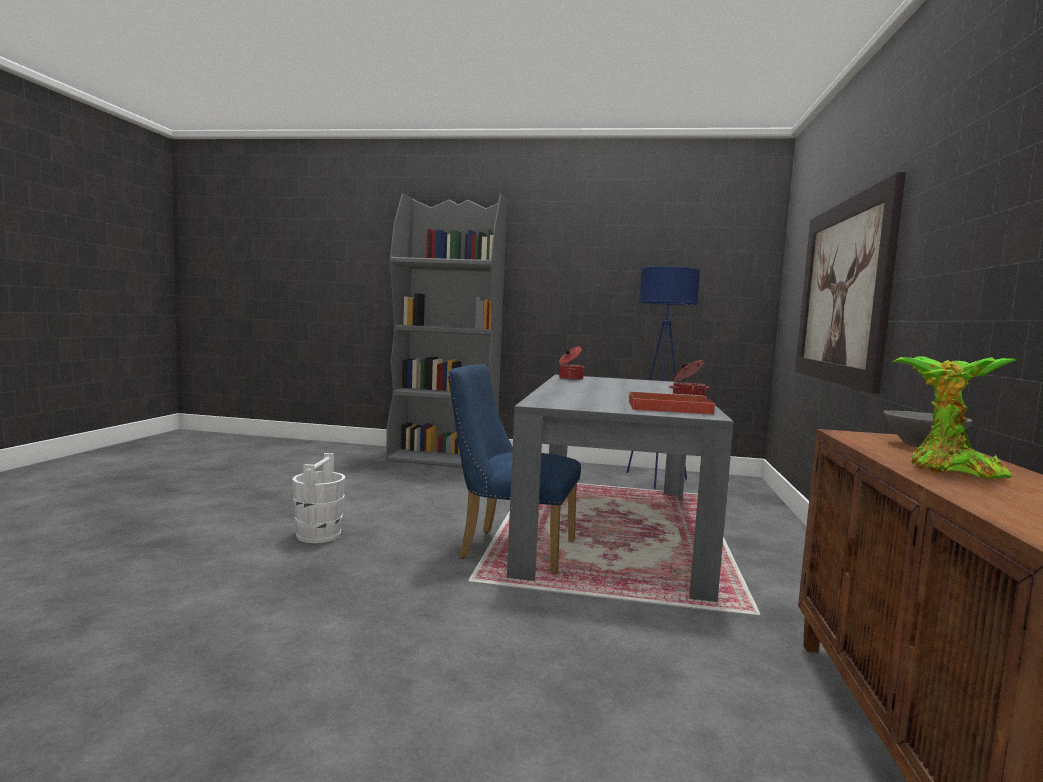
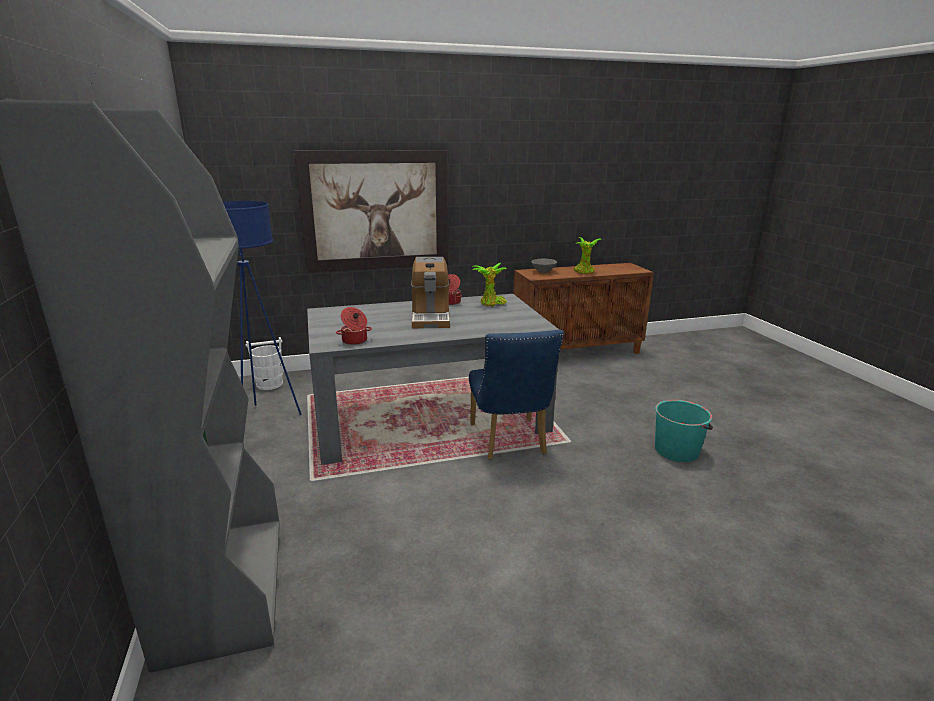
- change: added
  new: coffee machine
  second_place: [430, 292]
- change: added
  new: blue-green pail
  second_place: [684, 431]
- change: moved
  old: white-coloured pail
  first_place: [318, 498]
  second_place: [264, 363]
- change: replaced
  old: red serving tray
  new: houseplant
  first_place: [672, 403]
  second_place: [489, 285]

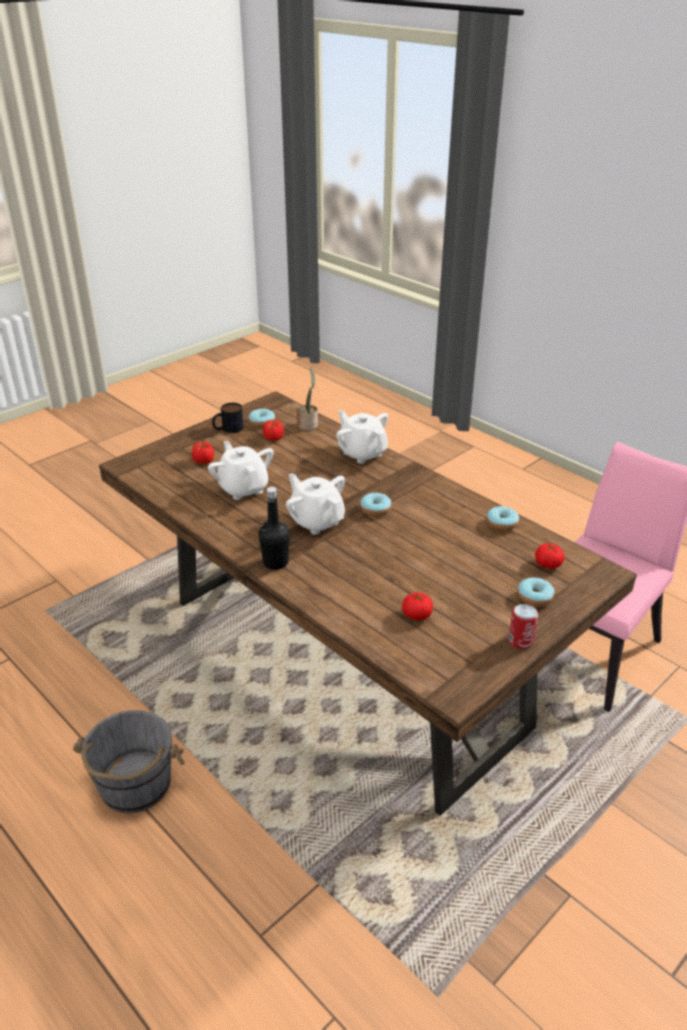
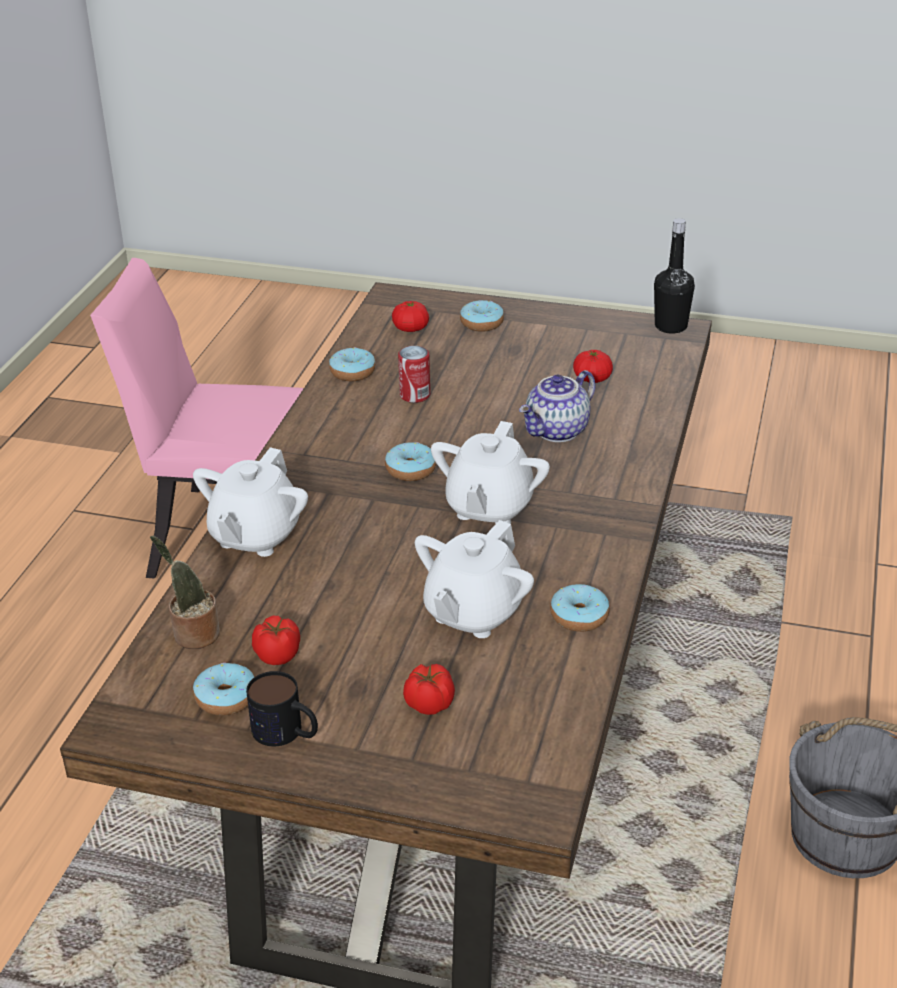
- change: added
  new: tea pot
  second_place: [557, 406]
- change: added
  new: ring doughnut
  second_place: [579, 608]
- change: moved
  old: black-coloured beverage bottle
  first_place: [274, 528]
  second_place: [674, 276]
- change: moved
  old: metal can
  first_place: [523, 626]
  second_place: [414, 374]

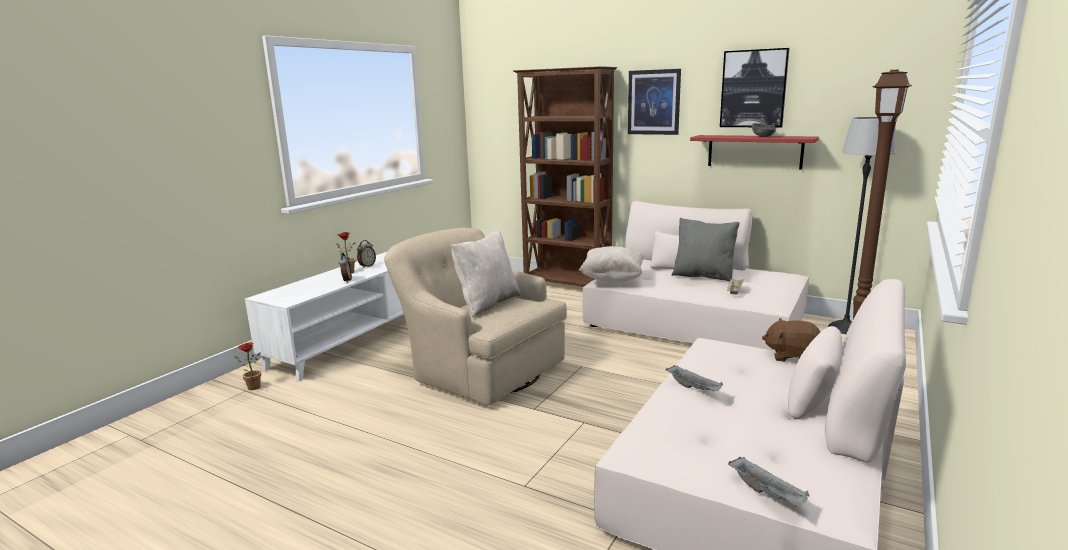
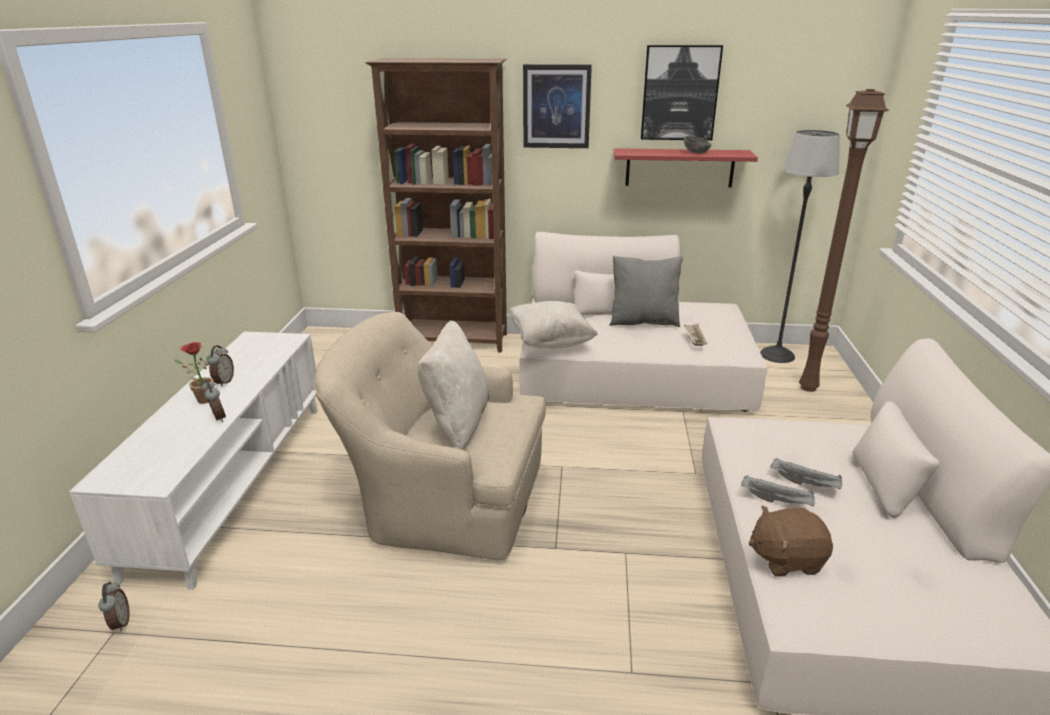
- change: moved
  old: gray serving tray
  first_place: [769, 481]
  second_place: [806, 473]
- change: moved
  old: brown cuddly toy
  first_place: [791, 340]
  second_place: [791, 541]
- change: replaced
  old: houseplant
  new: bedside clock
  first_place: [247, 366]
  second_place: [114, 606]

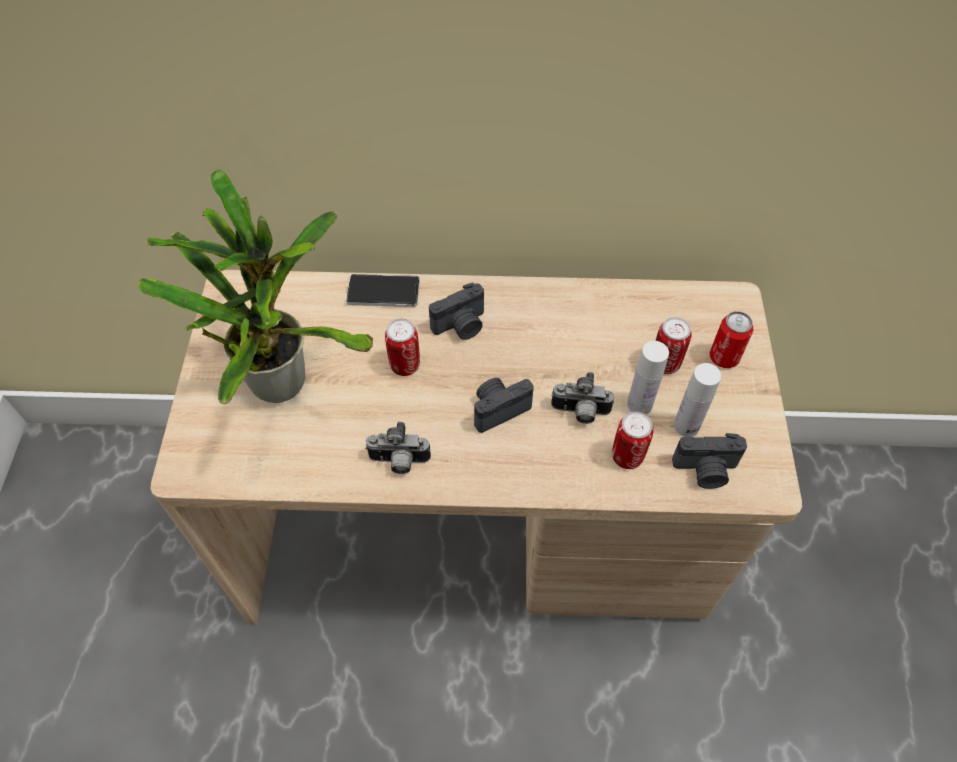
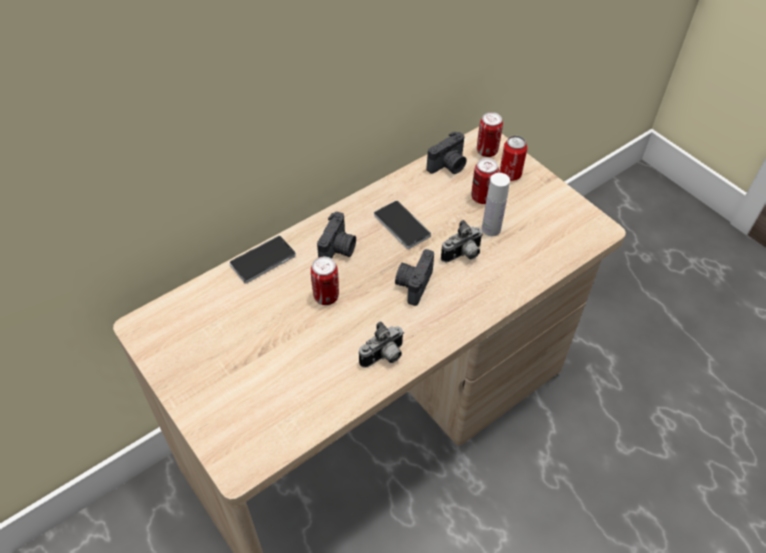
- change: removed
  old: houseplant
  first_place: [255, 286]
- change: removed
  old: white-coloured beverage bottle
  first_place: [697, 400]
- change: added
  new: handset
  second_place: [402, 224]
- change: moved
  old: metal can
  first_place: [633, 440]
  second_place: [490, 134]
- change: moved
  old: photo camera
  first_place: [709, 461]
  second_place: [447, 153]

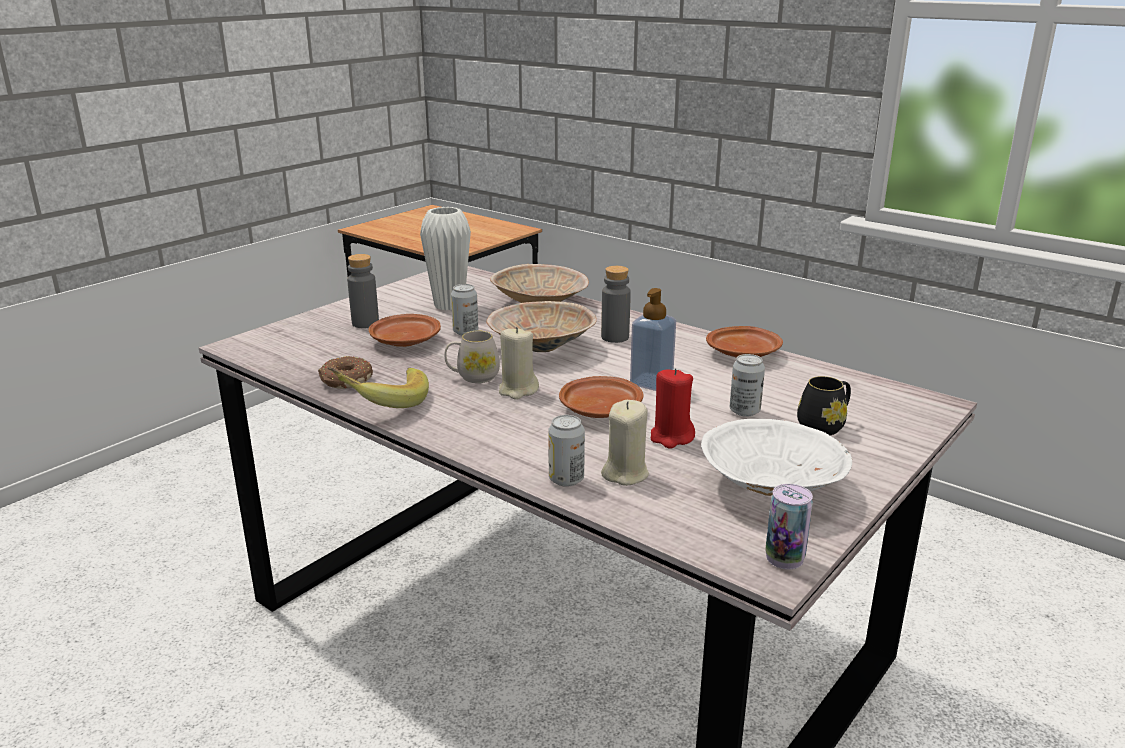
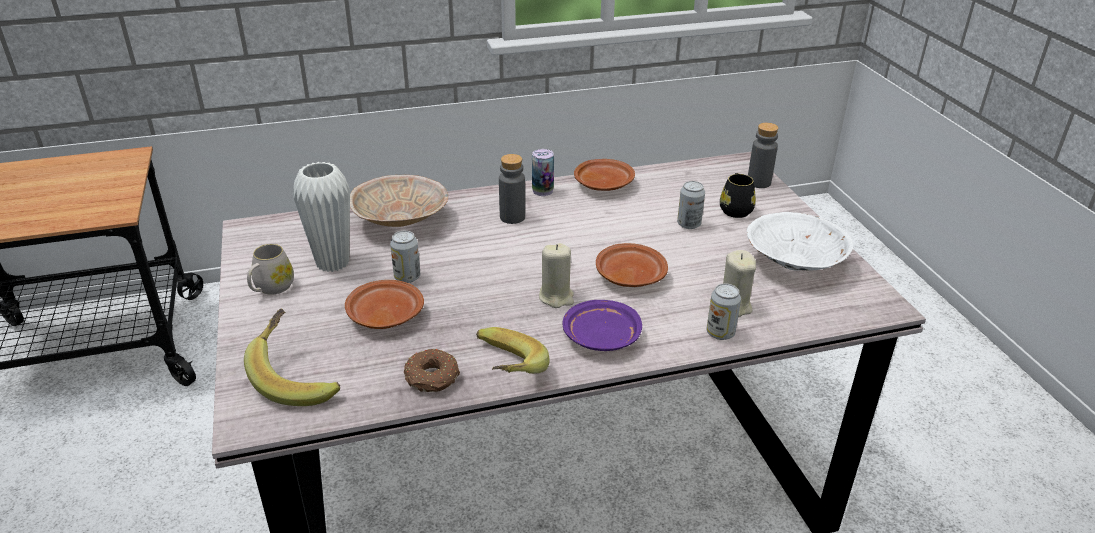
- change: removed
  old: beige-coloured deep dish
  first_place: [541, 326]
- change: removed
  old: soap bottle
  first_place: [653, 339]
- change: removed
  old: red wax candle
  first_place: [673, 408]
- change: added
  new: banana
  second_place: [292, 357]
- change: added
  new: purple-coloured flat dish
  second_place: [602, 325]
- change: moved
  old: gray beverage bottle
  first_place: [363, 291]
  second_place: [763, 155]
- change: moved
  old: white-coloured mug
  first_place: [472, 357]
  second_place: [270, 269]
- change: moved
  old: metal can
  first_place: [789, 526]
  second_place: [543, 172]

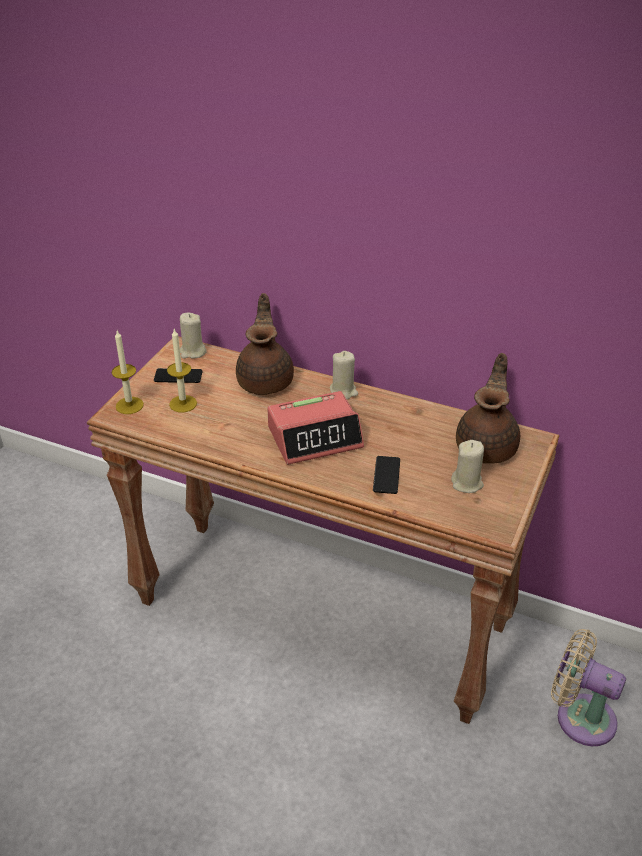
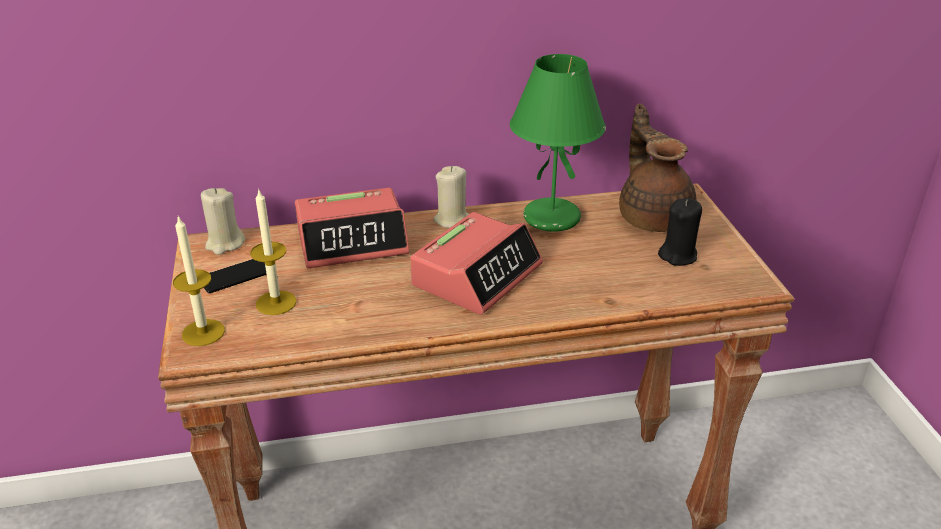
- change: removed
  old: handset
  first_place: [386, 475]
- change: removed
  old: beige-coloured electric fan
  first_place: [588, 687]
- change: added
  new: green-coloured lamp for a table
  second_place: [558, 143]
- change: replaced
  old: brown tea pot
  new: bedside clock
  first_place: [265, 344]
  second_place: [352, 228]
- change: recoloured
  old: beige-coloured wax candle
  new: black-coloured wax candle
  first_place: [467, 466]
  second_place: [680, 232]

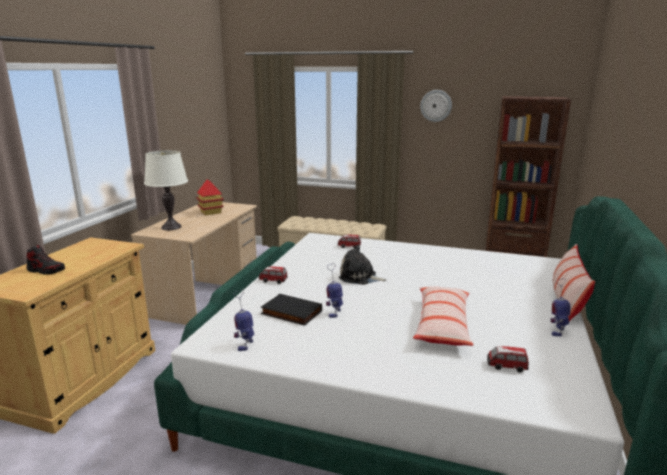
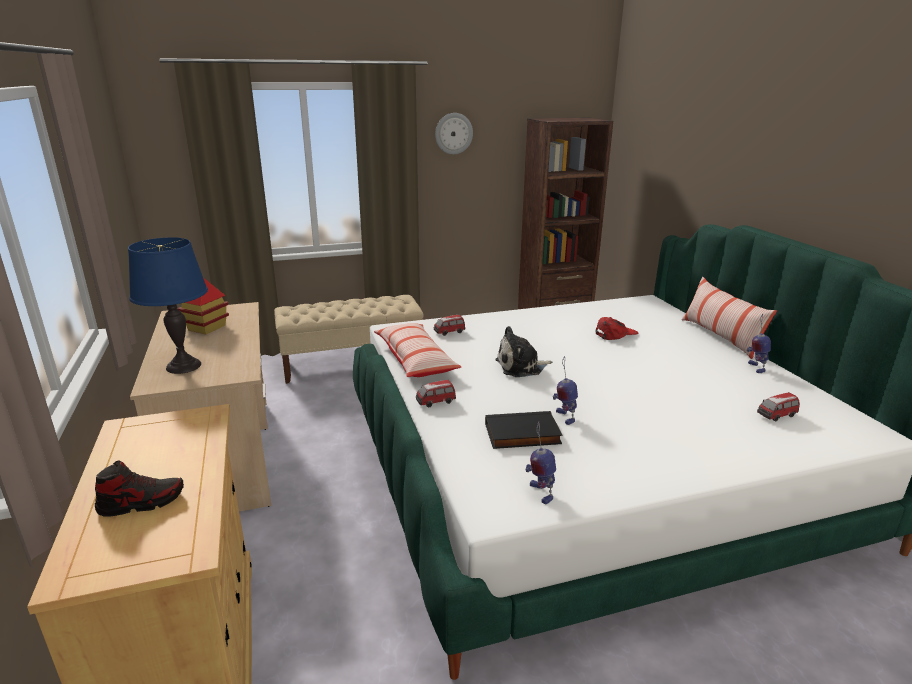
- change: added
  new: red peaked cap
  second_place: [616, 328]
- change: moved
  old: pillow
  first_place: [443, 316]
  second_place: [417, 350]
- change: recoloured
  old: white-coloured lamp for a table
  new: bluish lamp for a table
  first_place: [166, 190]
  second_place: [168, 305]

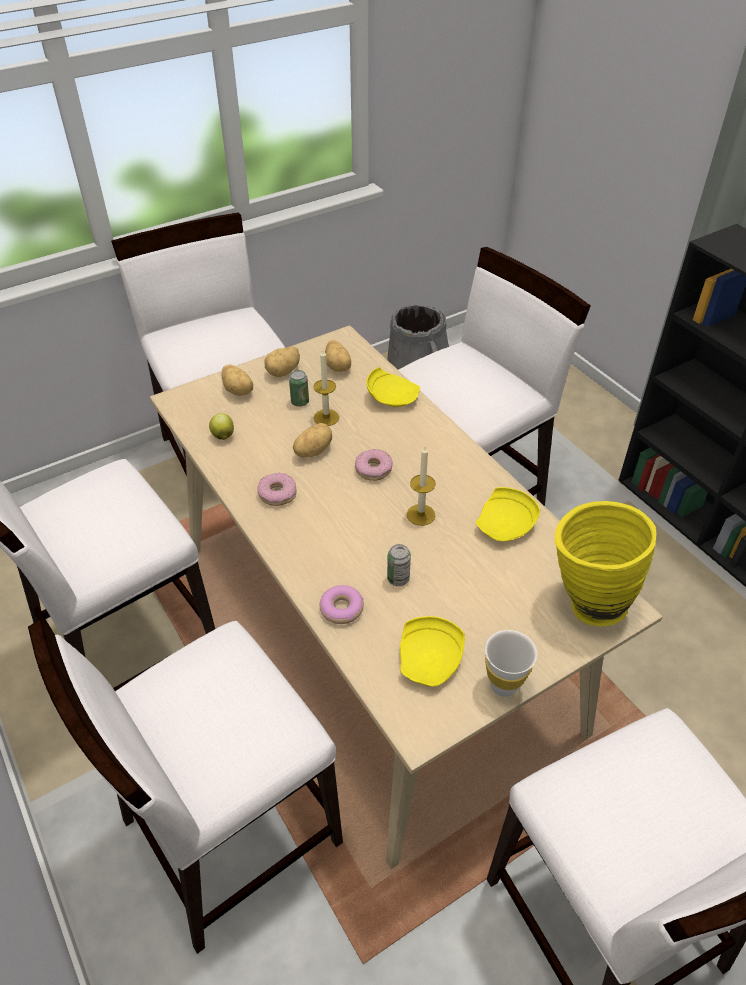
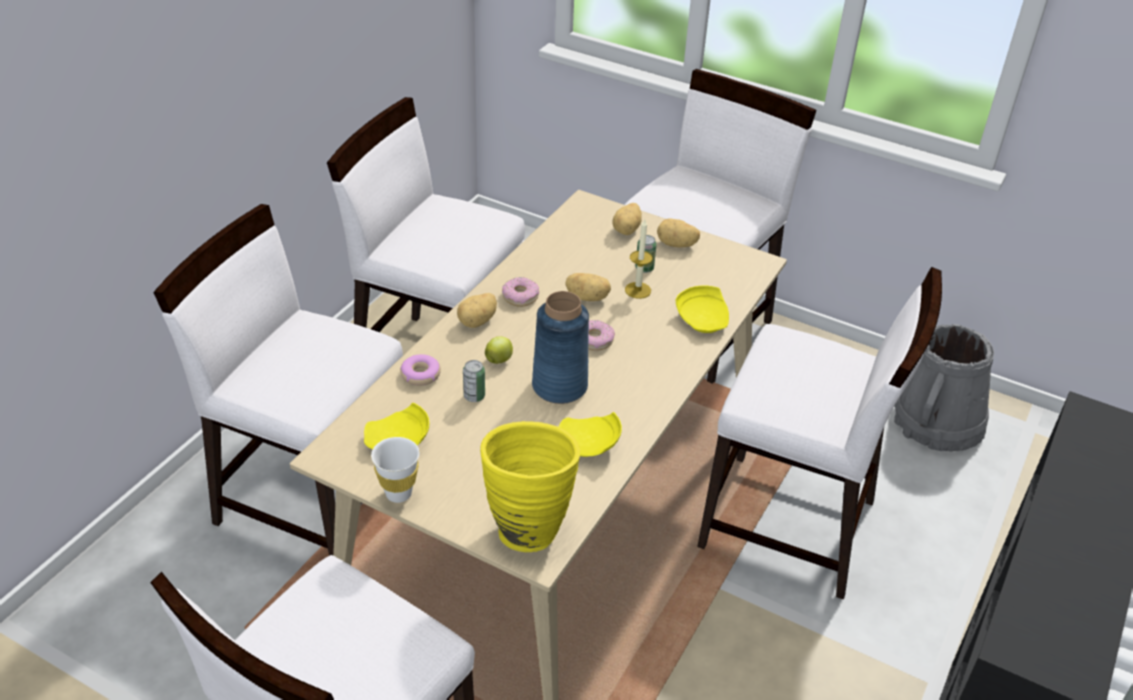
- change: moved
  old: apple fruit
  first_place: [221, 426]
  second_place: [499, 350]
- change: moved
  old: potato
  first_place: [338, 356]
  second_place: [477, 310]
- change: replaced
  old: wax candle
  new: bluish flower vase
  first_place: [421, 486]
  second_place: [560, 347]

